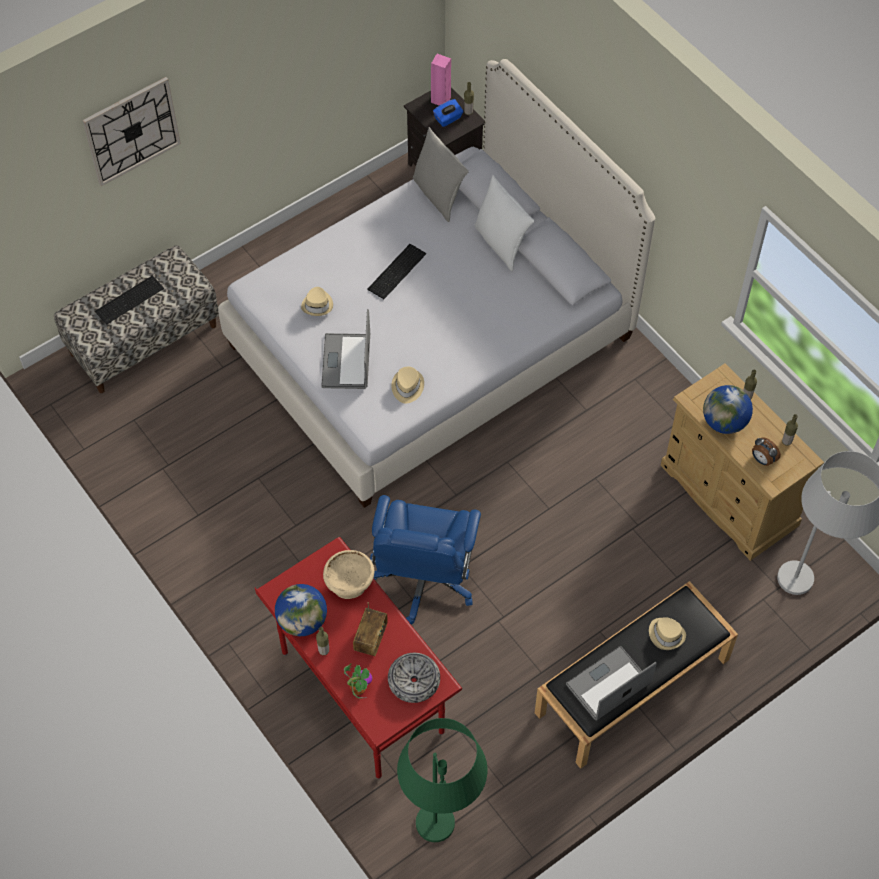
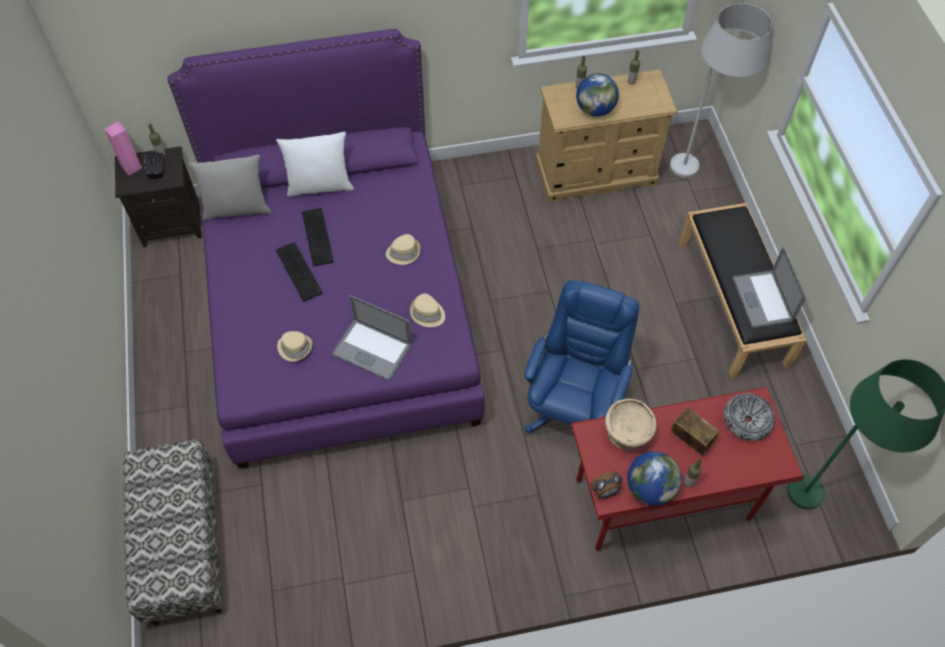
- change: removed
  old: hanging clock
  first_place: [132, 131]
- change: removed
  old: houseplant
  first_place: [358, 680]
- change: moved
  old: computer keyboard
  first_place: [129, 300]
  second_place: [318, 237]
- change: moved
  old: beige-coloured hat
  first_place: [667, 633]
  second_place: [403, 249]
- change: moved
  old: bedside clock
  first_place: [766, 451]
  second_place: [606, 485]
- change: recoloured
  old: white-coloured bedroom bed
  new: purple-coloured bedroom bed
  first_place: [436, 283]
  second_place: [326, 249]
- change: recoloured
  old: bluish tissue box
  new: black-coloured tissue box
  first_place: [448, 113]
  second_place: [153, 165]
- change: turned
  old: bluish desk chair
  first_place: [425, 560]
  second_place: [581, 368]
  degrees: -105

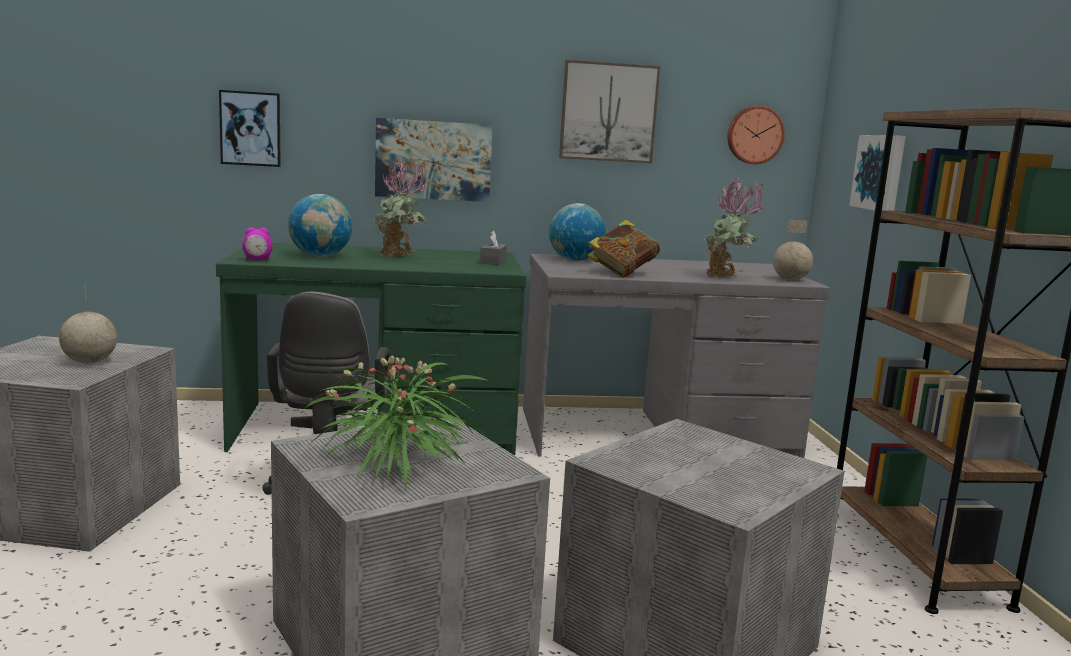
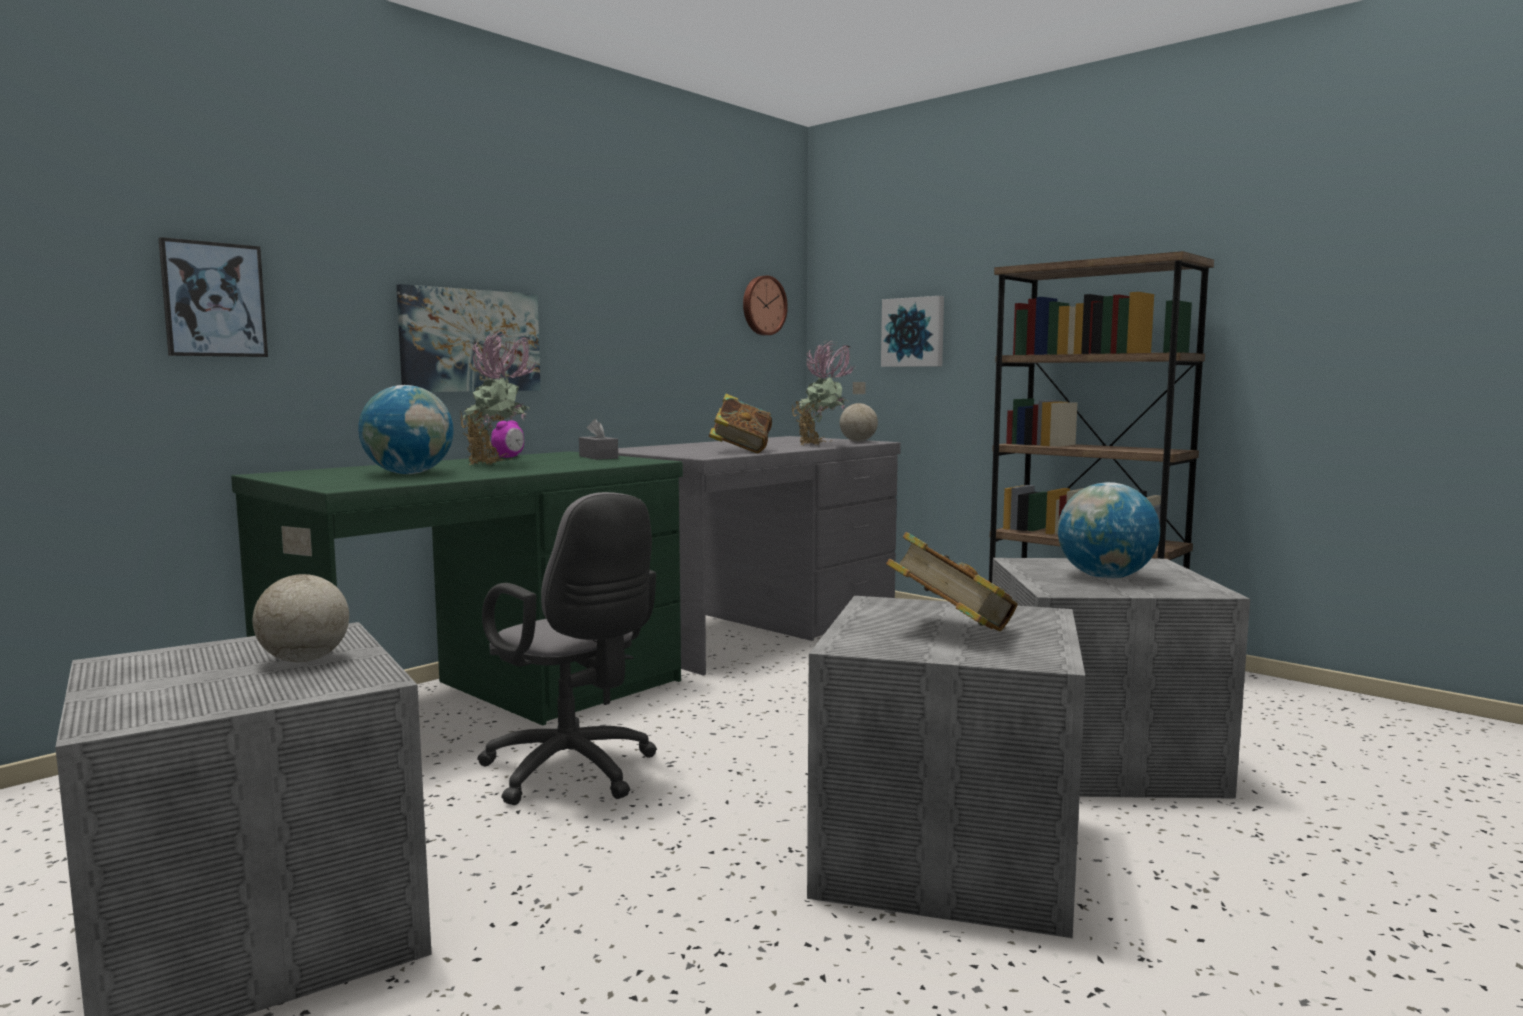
- change: removed
  old: picture
  first_place: [609, 111]
- change: moved
  old: bedside clock
  first_place: [257, 243]
  second_place: [507, 439]
- change: moved
  old: globe
  first_place: [577, 232]
  second_place: [1109, 530]
- change: replaced
  old: houseplant
  new: bound book
  first_place: [393, 421]
  second_place: [952, 582]

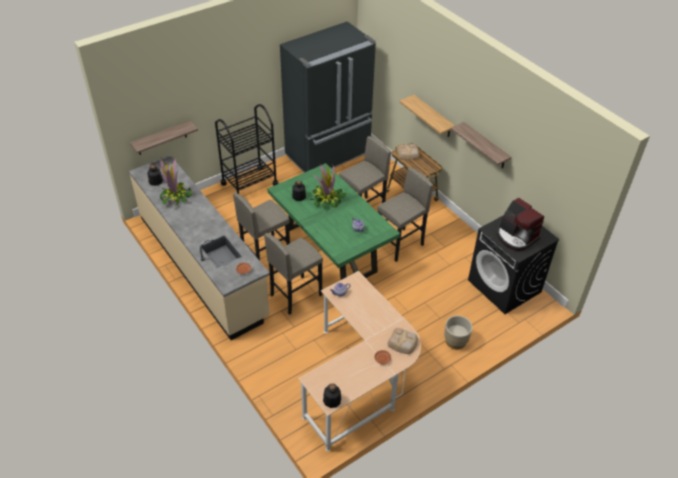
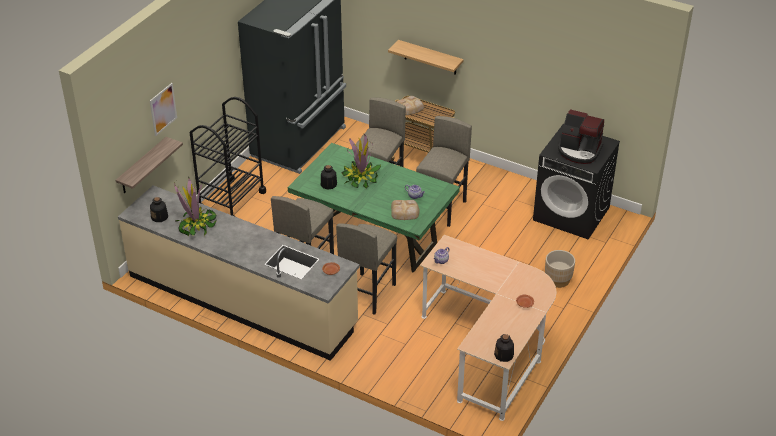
- change: removed
  old: shelf
  first_place: [481, 145]
- change: added
  new: picture
  second_place: [163, 109]
- change: moved
  old: bread
  first_place: [403, 341]
  second_place: [405, 210]

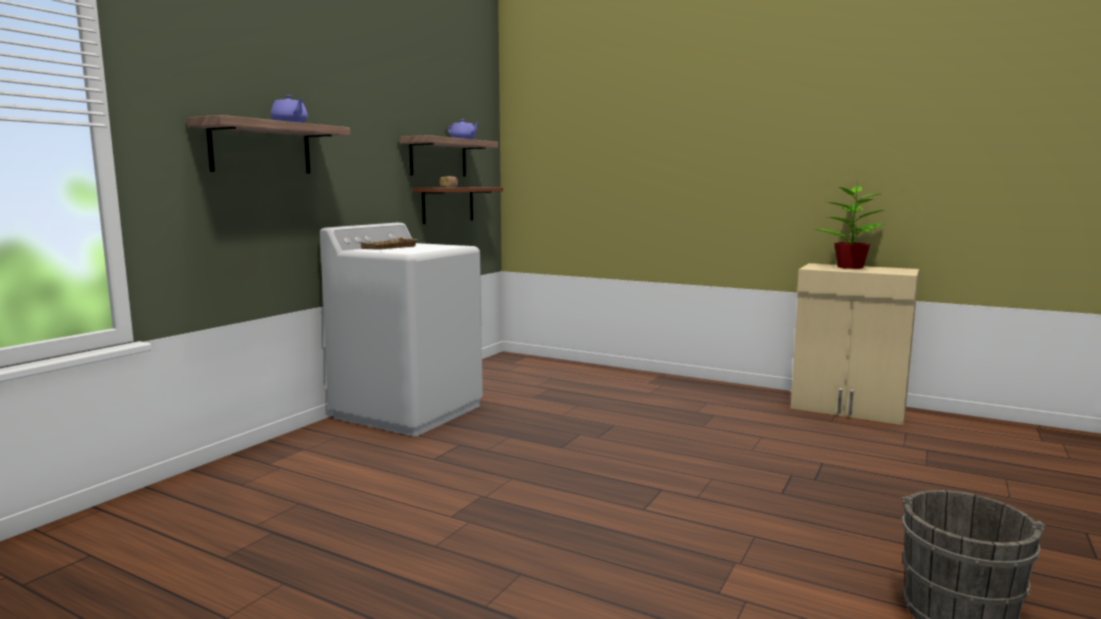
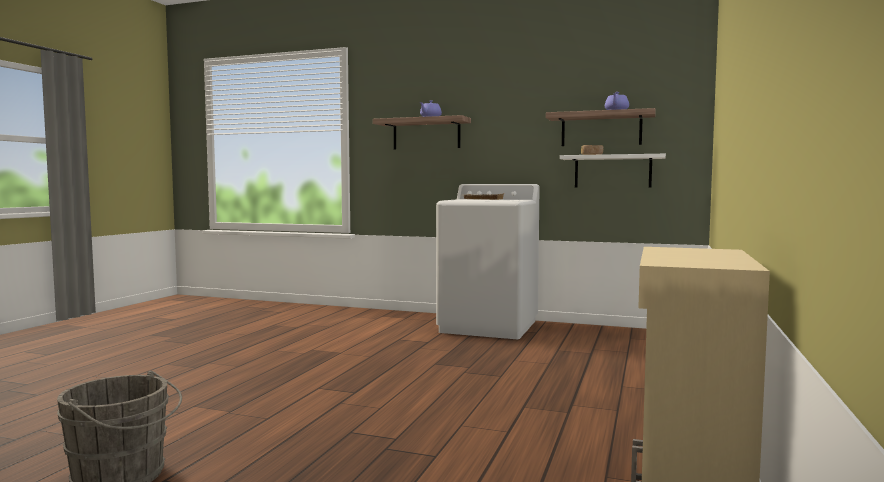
- change: removed
  old: houseplant
  first_place: [849, 225]
- change: recoloured
  old: brown shelf
  new: white-coloured shelf
  first_place: [458, 205]
  second_place: [613, 170]

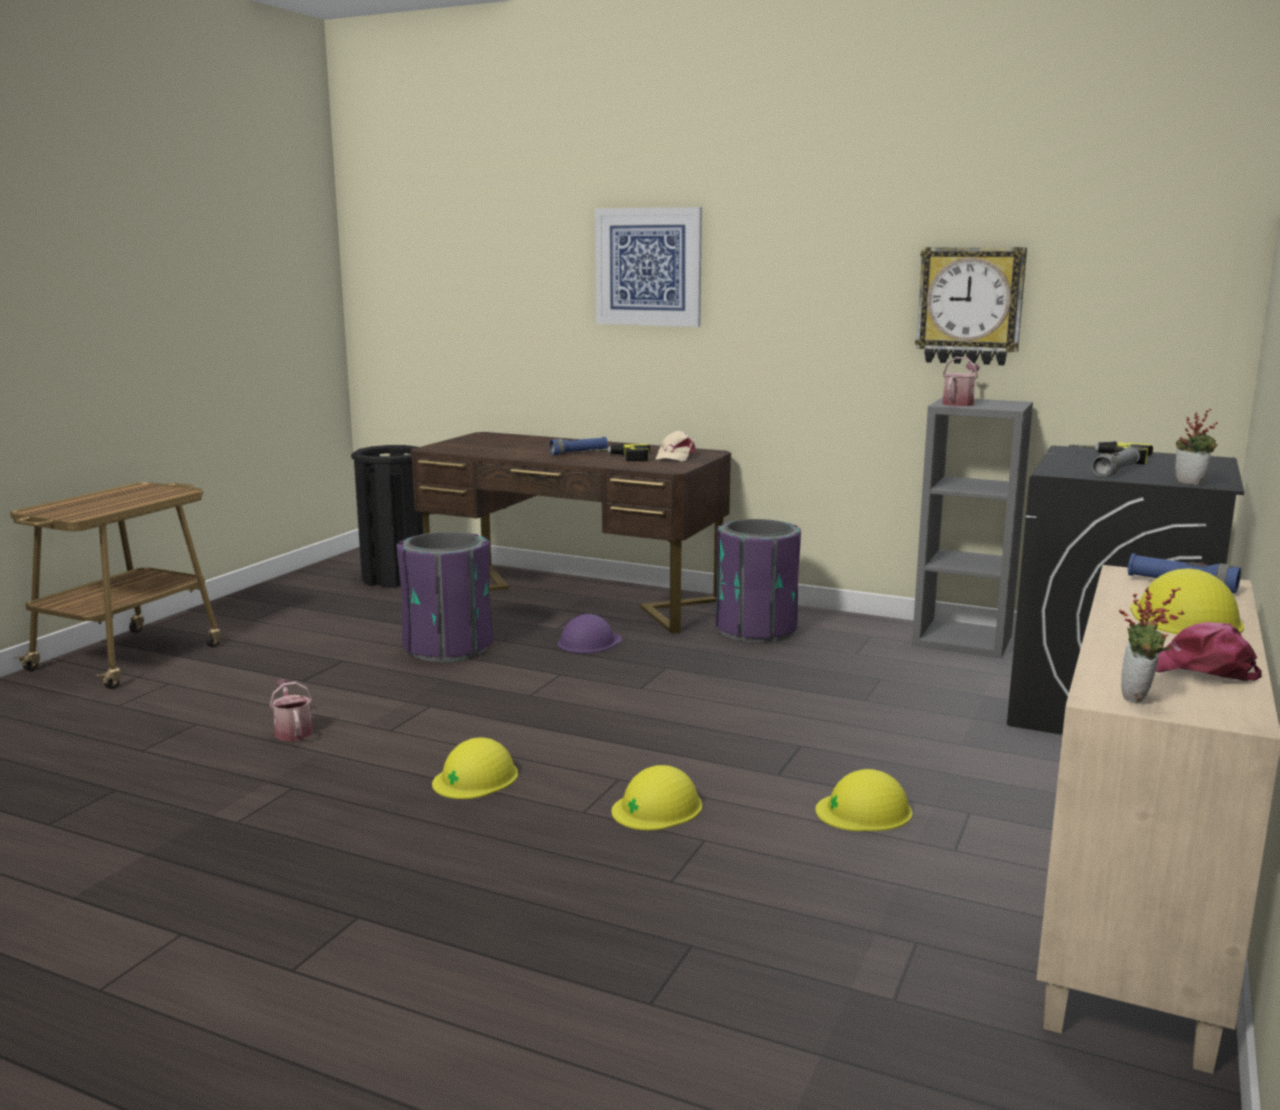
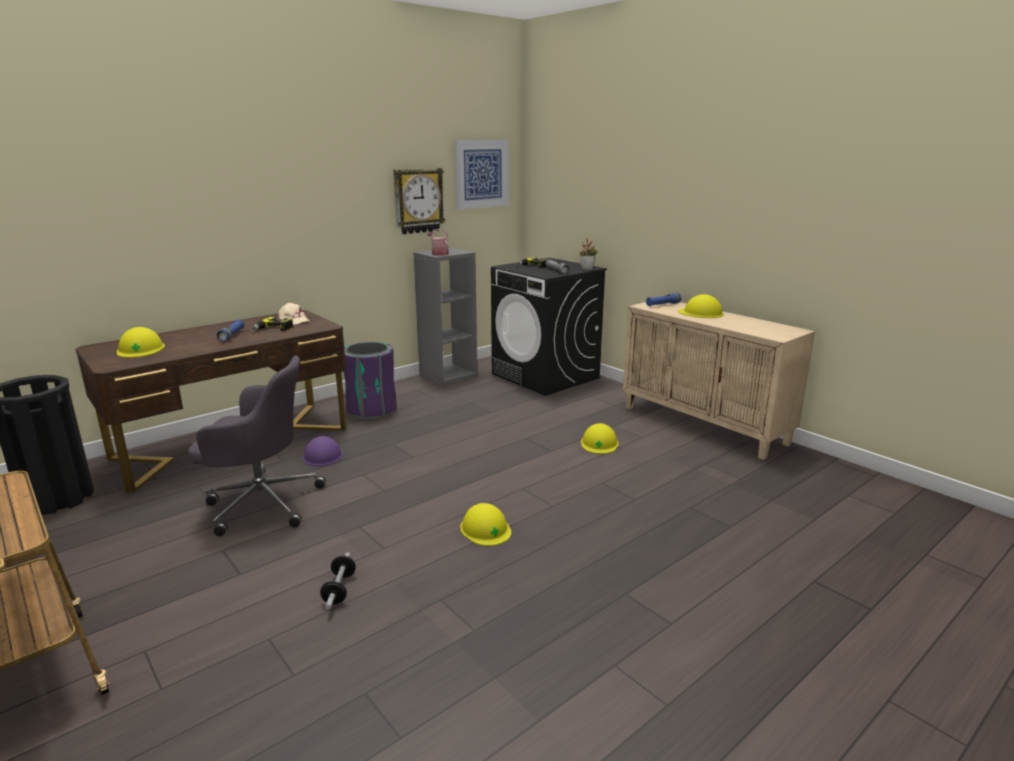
- change: removed
  old: houseplant
  first_place: [1152, 645]
- change: removed
  old: pinkish peaked cap
  first_place: [1208, 651]
- change: moved
  old: picture
  first_place: [648, 267]
  second_place: [482, 175]
- change: moved
  old: yellowish work helmet
  first_place: [656, 797]
  second_place: [141, 342]
- change: replaced
  old: sprinkling can
  new: hand weight
  first_place: [291, 710]
  second_place: [338, 581]
- change: replaced
  old: purple-coloured waste bin
  new: gray desk chair
  first_place: [444, 597]
  second_place: [257, 446]

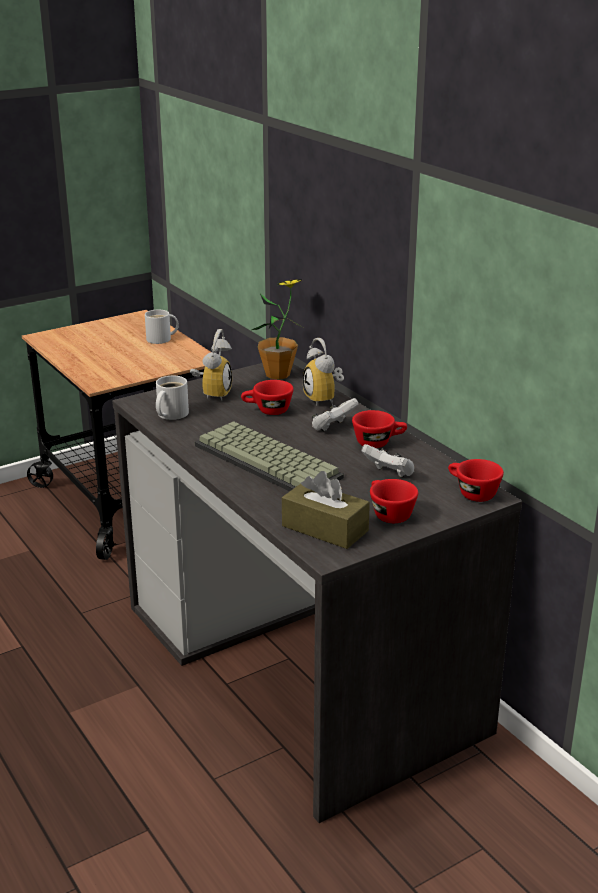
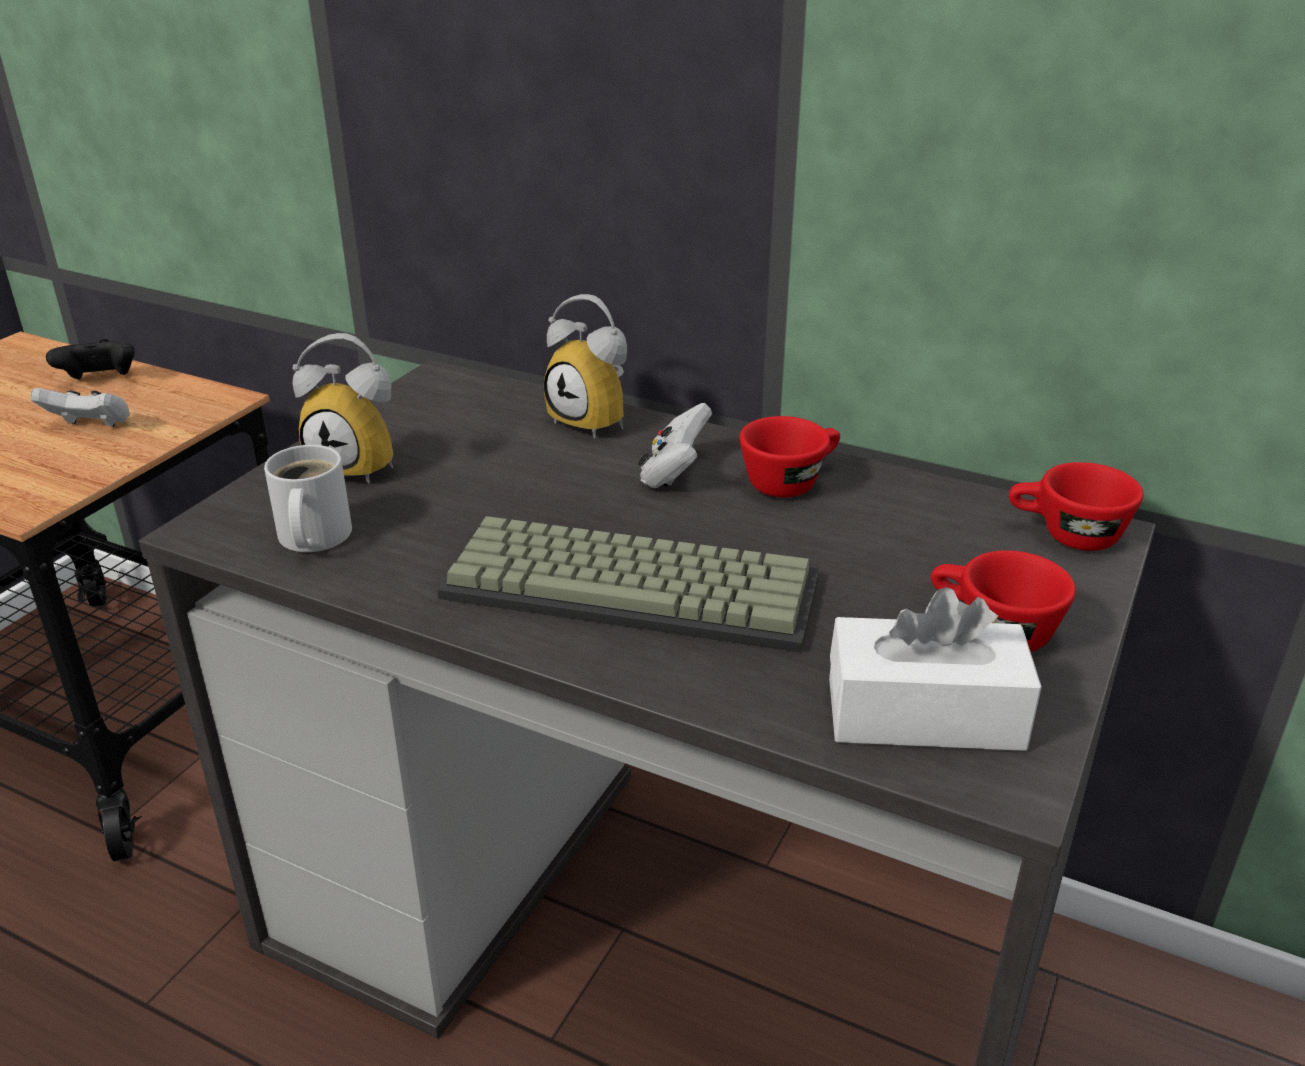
- change: removed
  old: red small cup
  first_place: [267, 397]
- change: removed
  old: houseplant
  first_place: [277, 329]
- change: moved
  old: white-coloured gamepad
  first_place: [387, 461]
  second_place: [80, 407]
- change: replaced
  old: white-coloured mug
  new: black-coloured gamepad
  first_place: [162, 327]
  second_place: [90, 359]
- change: recoloured
  old: brown tissue box
  new: white-coloured tissue box
  first_place: [326, 510]
  second_place: [935, 669]
- change: turned
  old: bedside clock
  first_place: [211, 364]
  second_place: [342, 408]
  degrees: 120

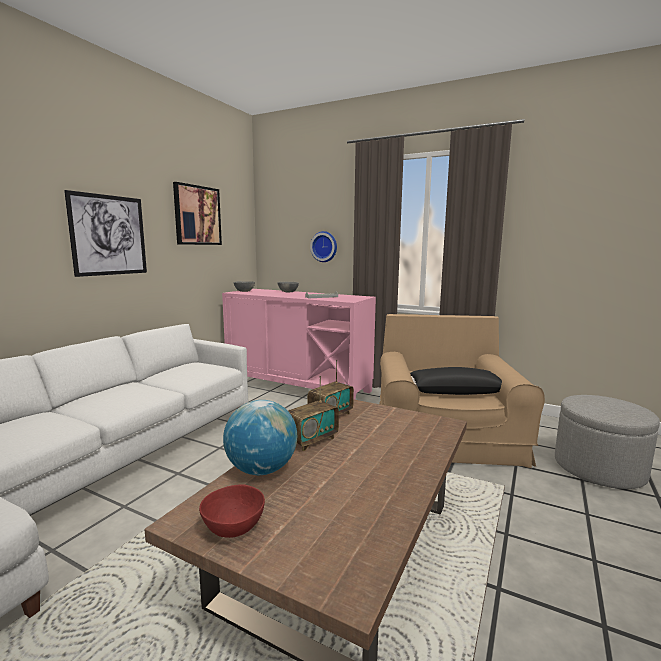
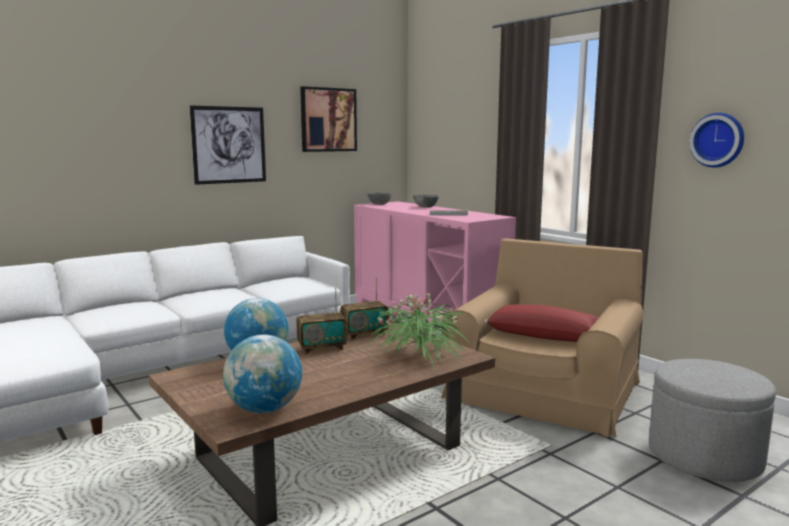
- change: removed
  old: red deep dish
  first_place: [232, 511]
- change: added
  new: globe
  second_place: [262, 374]
- change: added
  new: houseplant
  second_place: [416, 330]
- change: moved
  old: hanging clock
  first_place: [323, 246]
  second_place: [716, 140]
- change: recoloured
  old: black-coloured pillow
  new: red pillow
  first_place: [456, 381]
  second_place: [542, 323]

